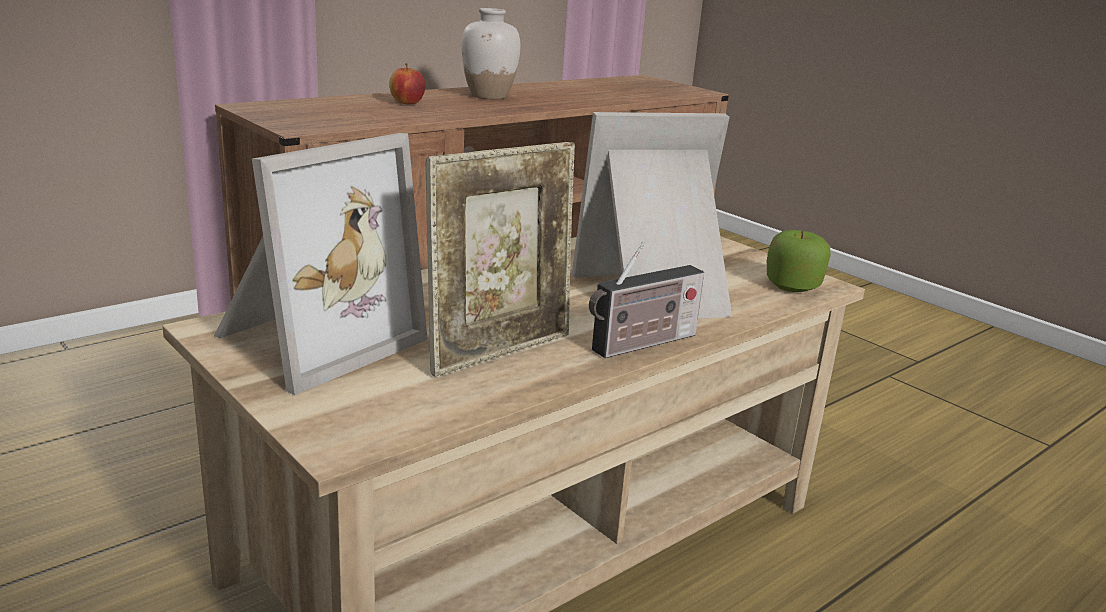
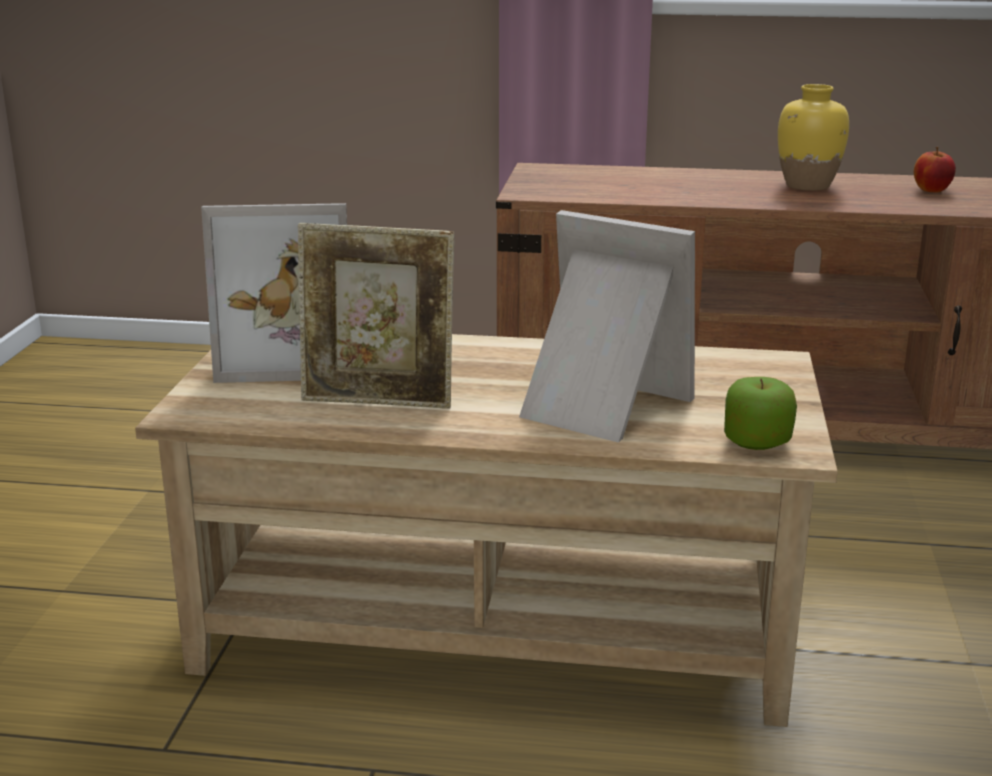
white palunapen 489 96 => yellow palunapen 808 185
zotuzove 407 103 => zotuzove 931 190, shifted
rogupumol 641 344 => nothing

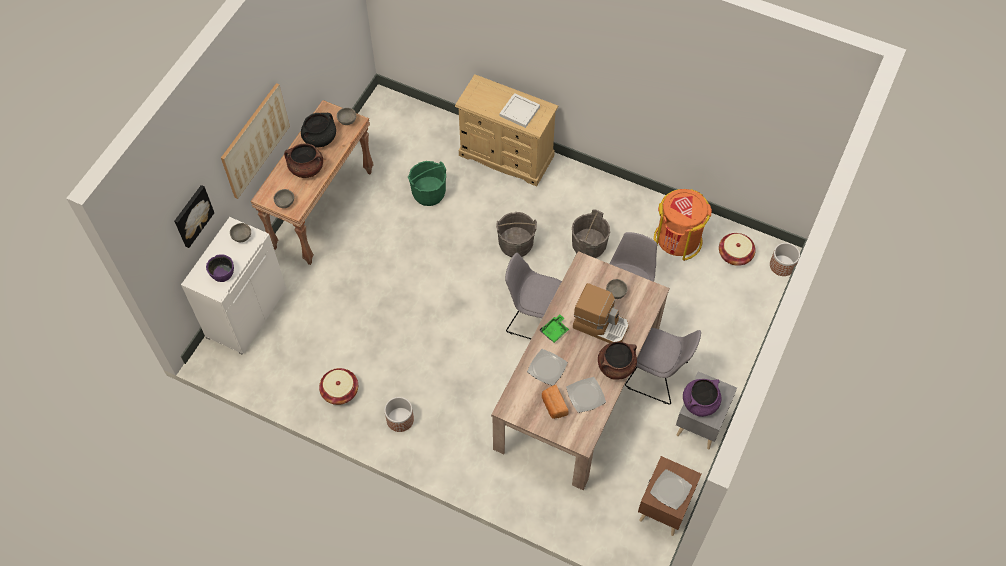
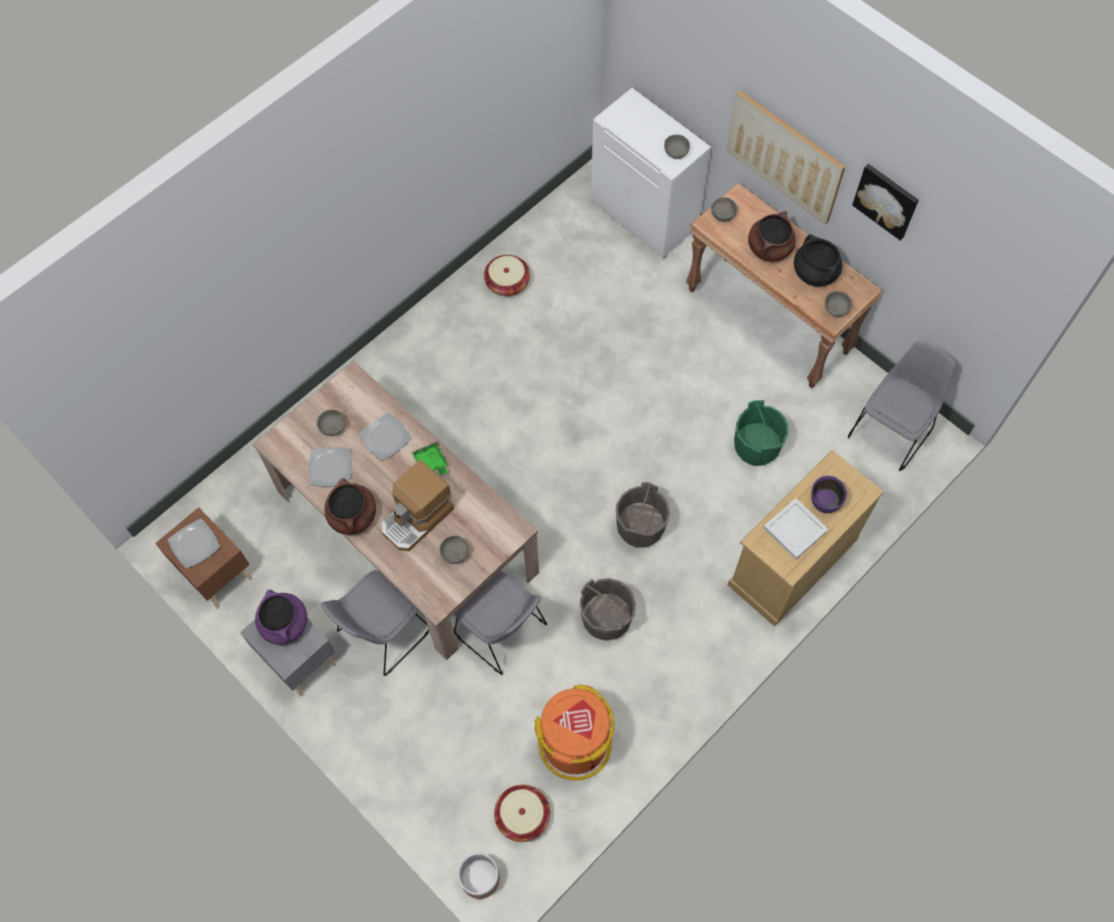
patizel 553 406 => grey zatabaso 333 428
purple zatabaso 223 274 => purple zatabaso 825 501, shifted
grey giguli 533 317 => grey giguli 891 430, shifted
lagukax 192 215 => lagukax 886 200, shifted
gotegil 400 419 => nothing

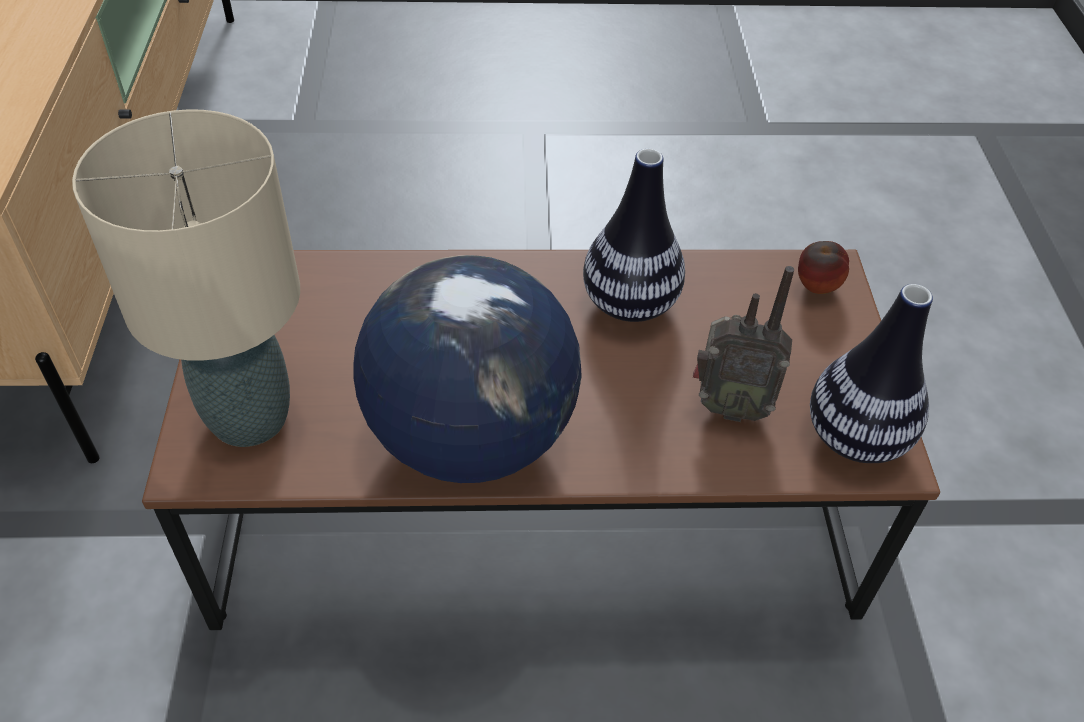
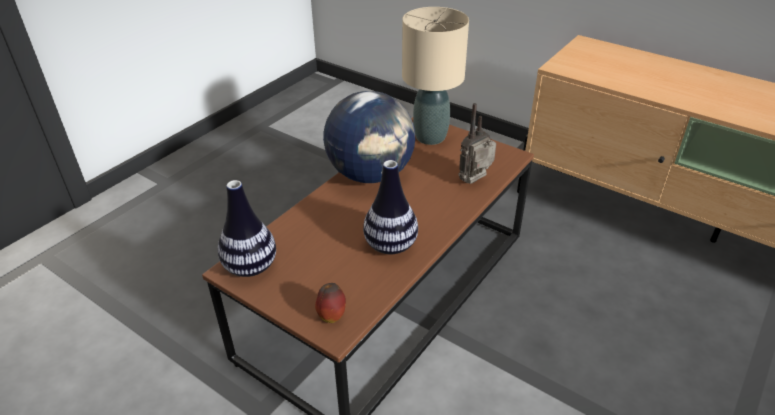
rogupumol 728 406 => rogupumol 476 182, shifted

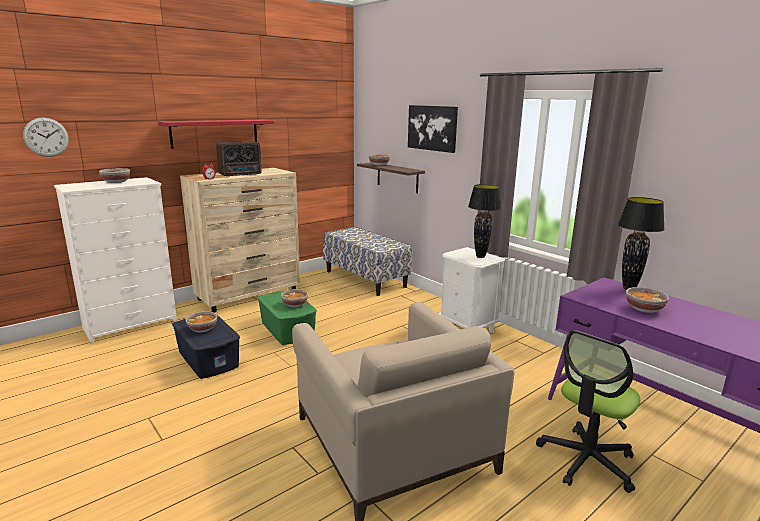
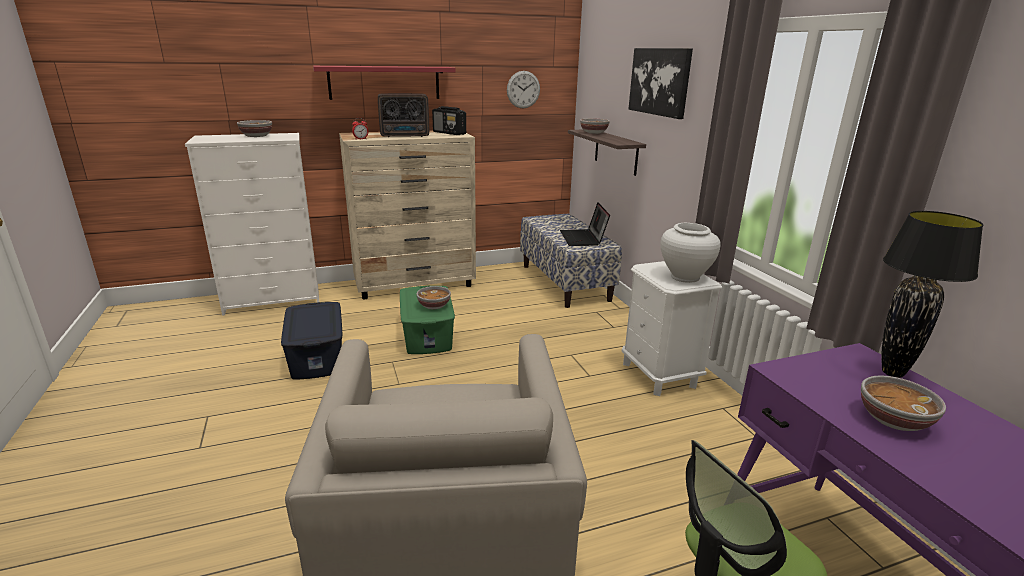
nothing => rogupumol 449 133
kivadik 46 137 => kivadik 523 89, shifted
nothing => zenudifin 583 238
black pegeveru 480 257 => white palunapen 685 277
zatabaso 203 329 => nothing

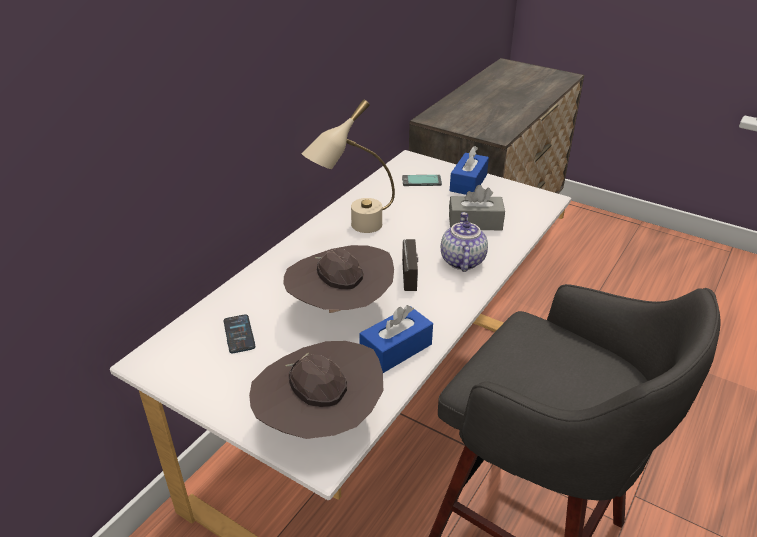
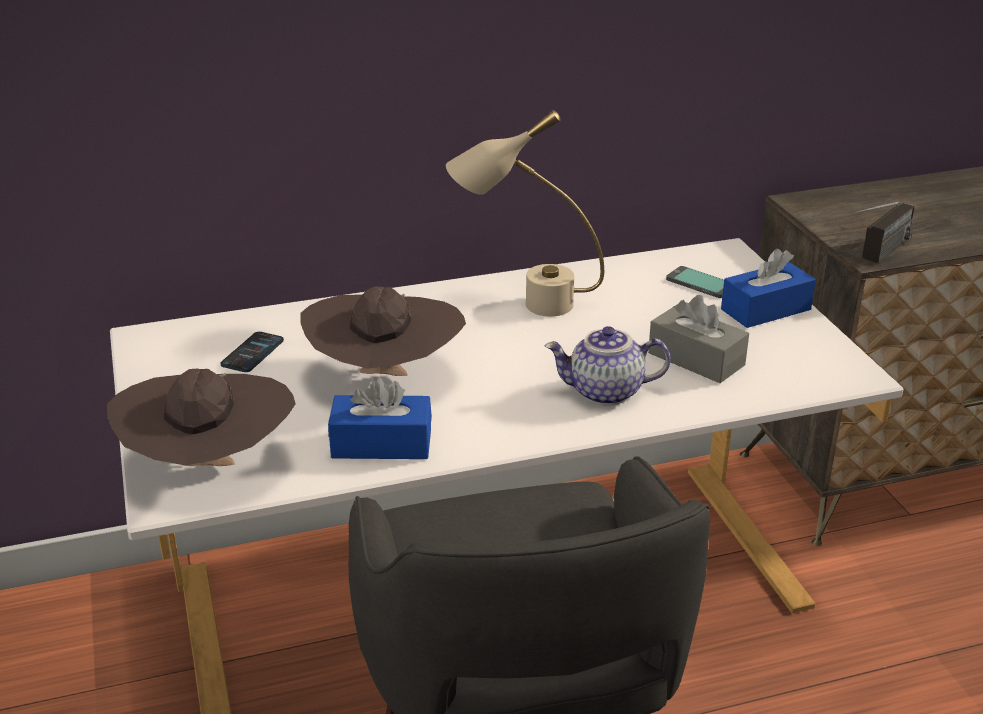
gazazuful 461 261 => gazazuful 605 393, 135 degrees counterclockwise
rogupumol 411 283 => rogupumol 879 255, shifted

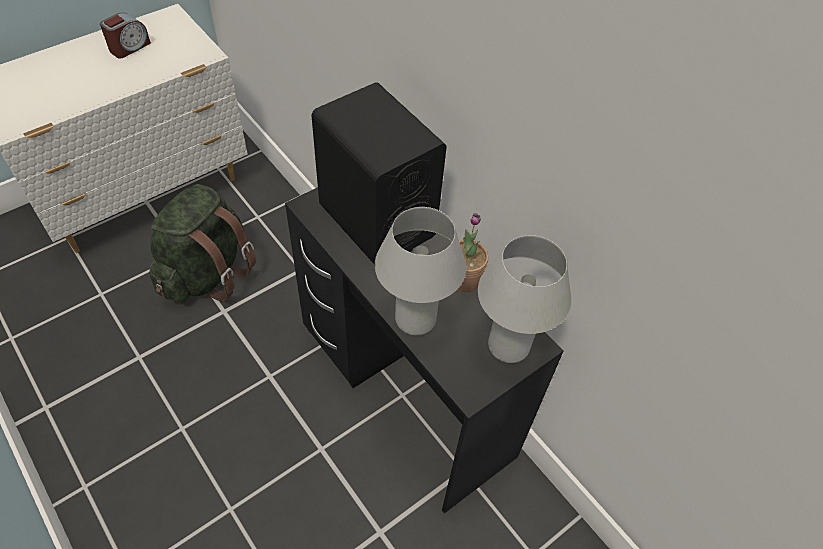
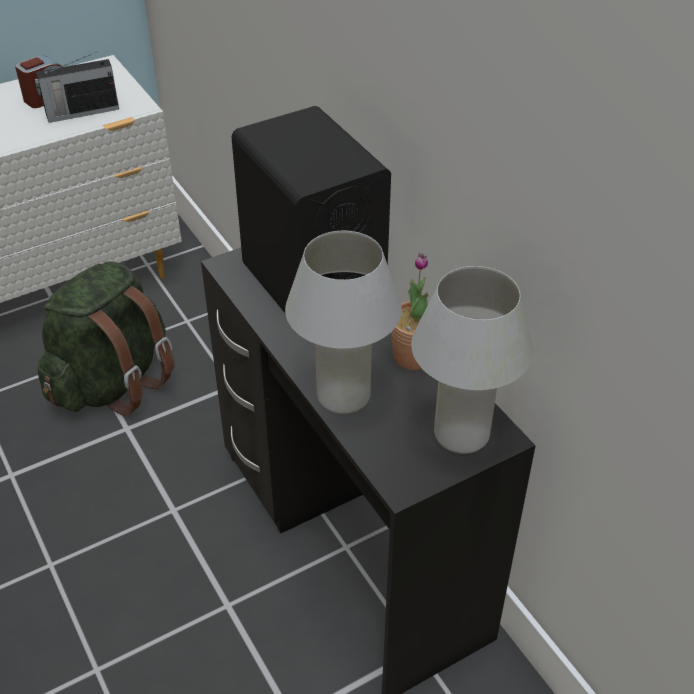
nothing => rogupumol 81 112

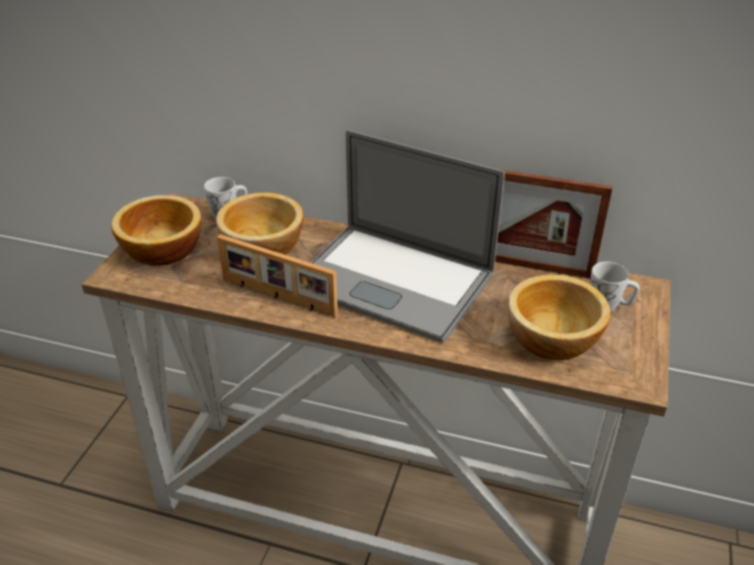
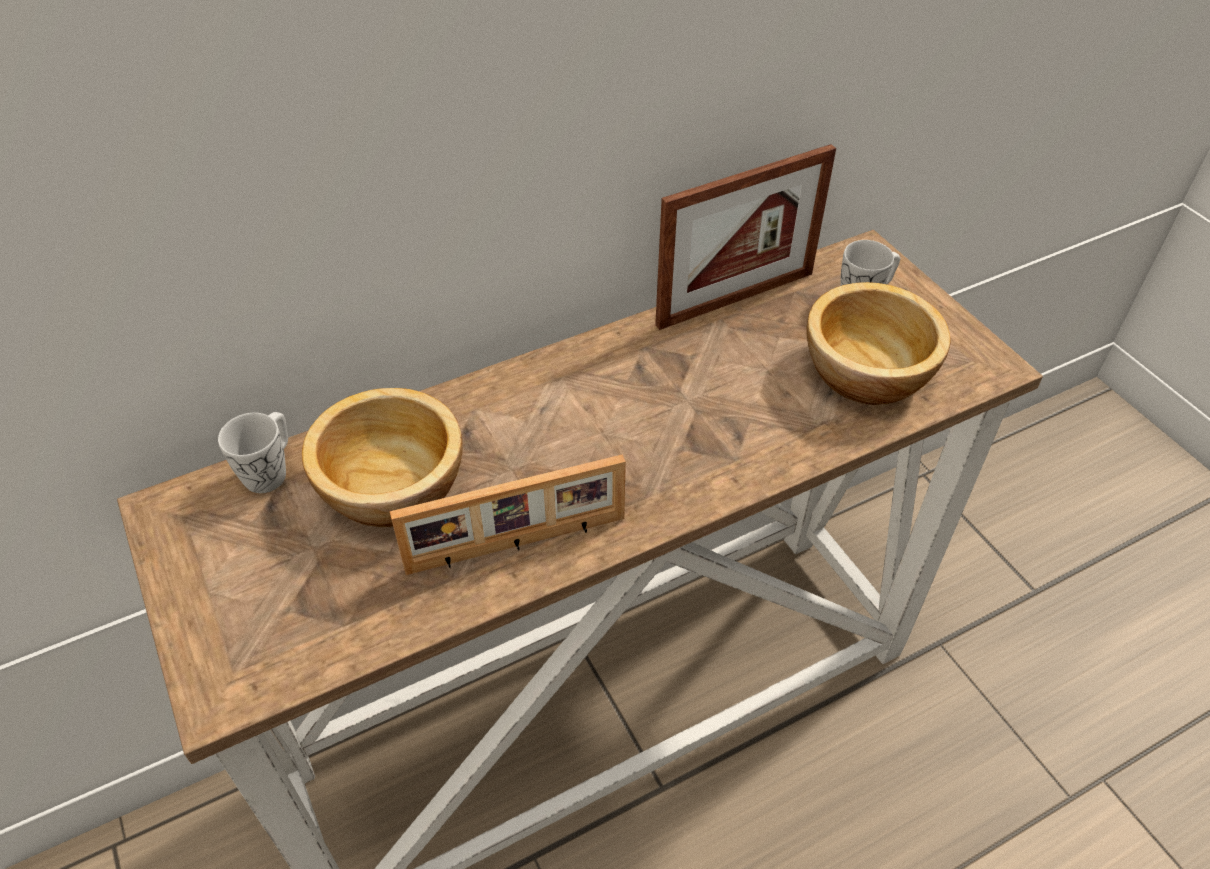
zatabaso 160 249 => nothing
zenudifin 393 281 => nothing

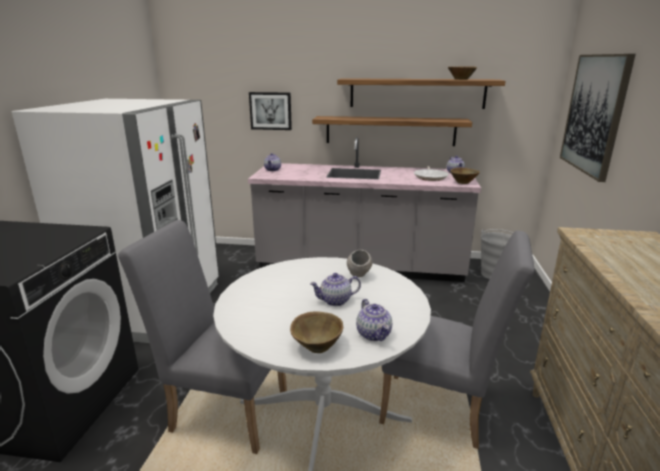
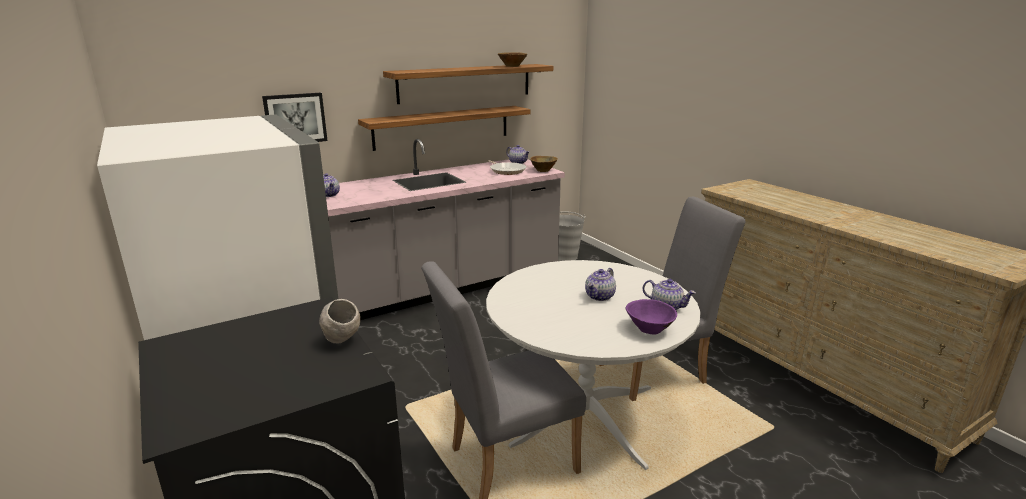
grey zatabaso 359 276 => grey zatabaso 342 341, shifted
brown zatabaso 317 345 => purple zatabaso 649 329
lagukax 594 114 => nothing

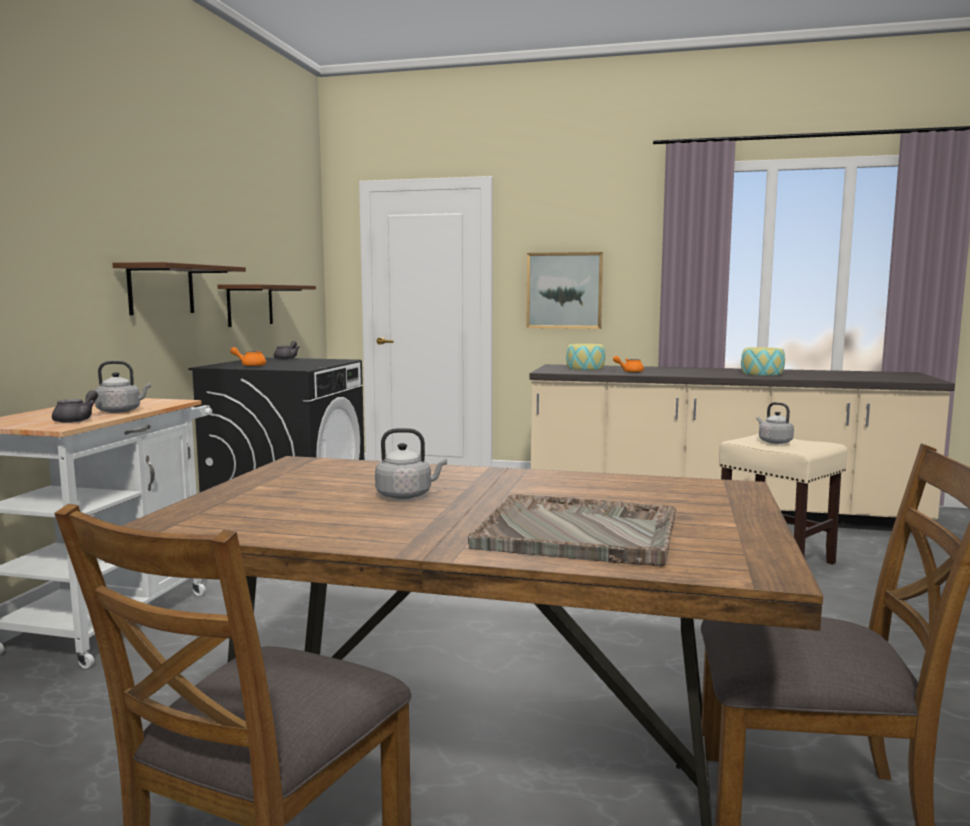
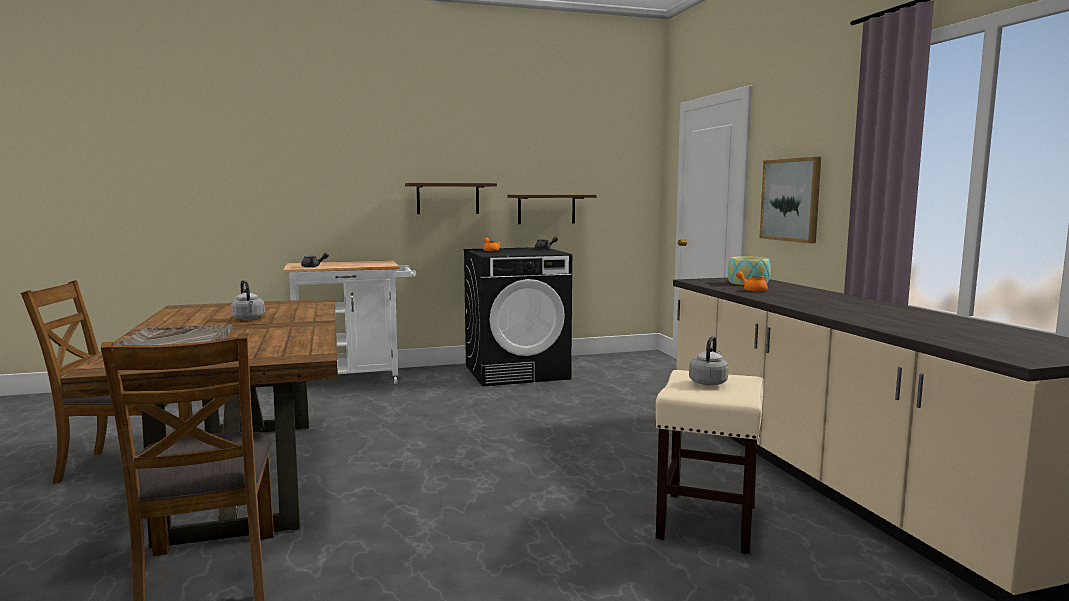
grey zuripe 121 411 => nothing
zatabaso 762 373 => nothing

